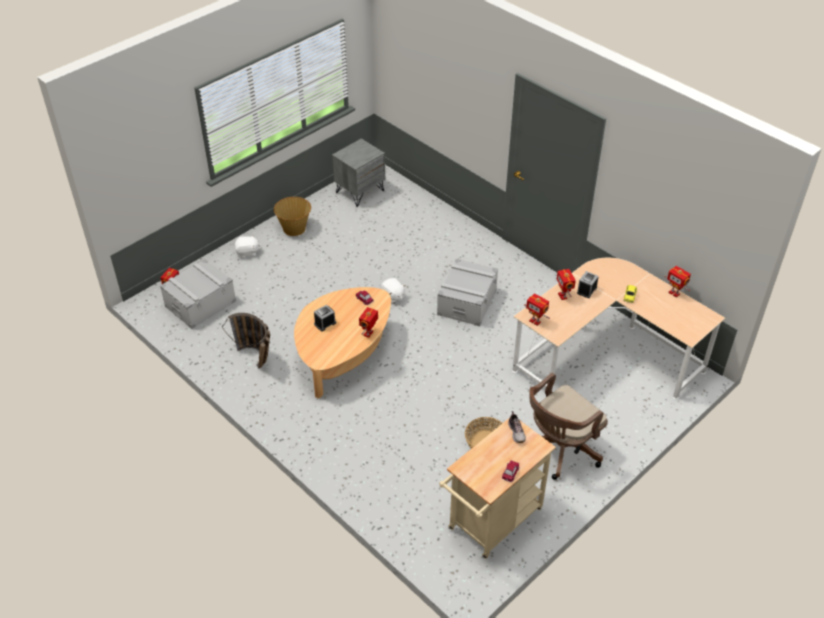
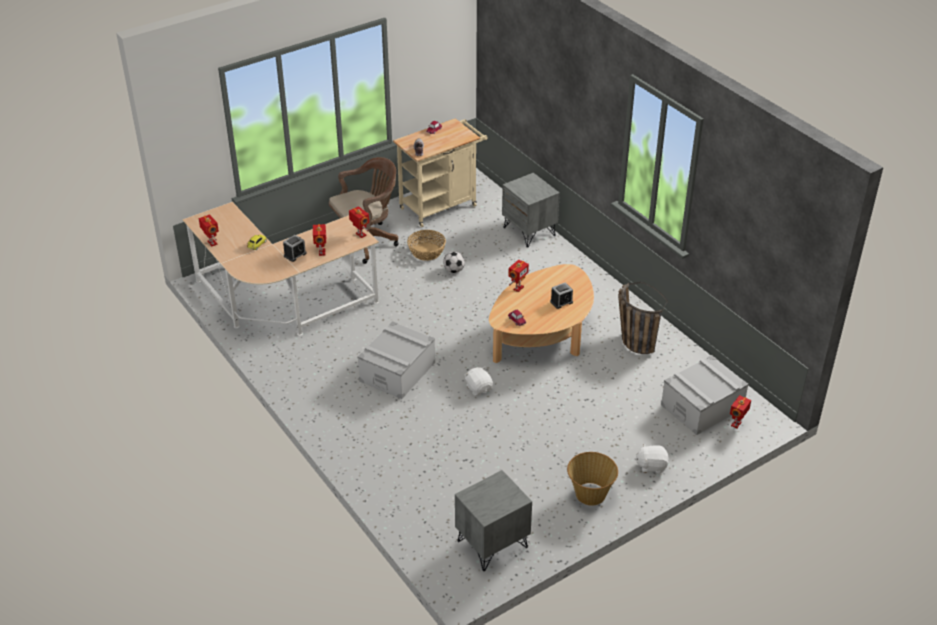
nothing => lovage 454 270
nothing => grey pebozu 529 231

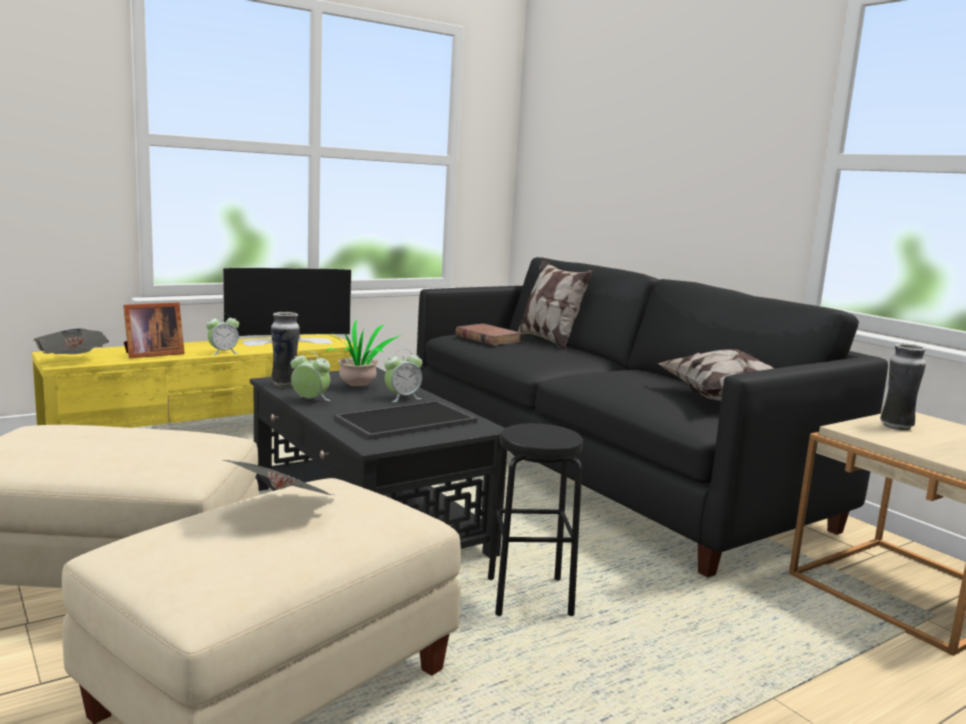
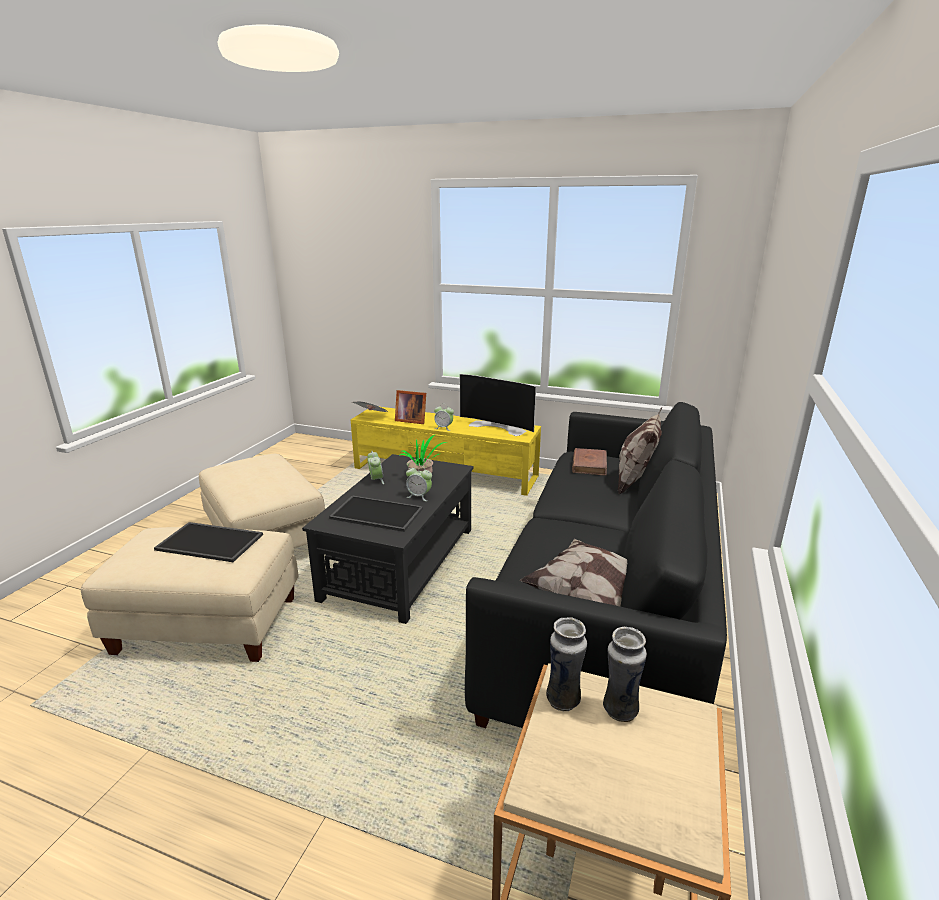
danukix 283 509 => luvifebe 211 541
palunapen 285 384 => palunapen 563 700, shifted
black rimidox 529 597 => nothing

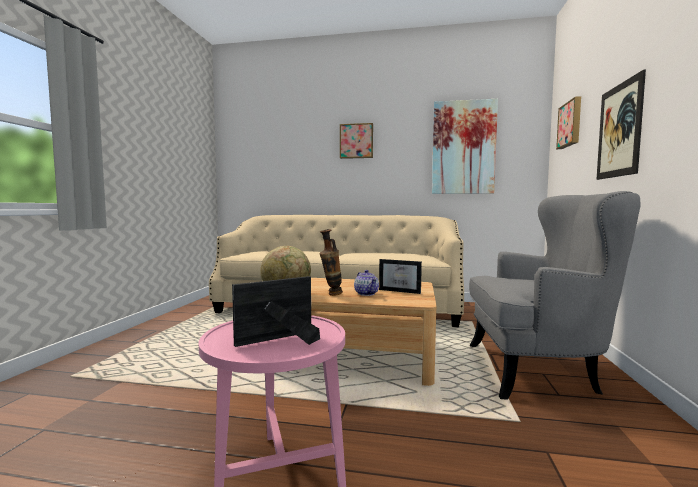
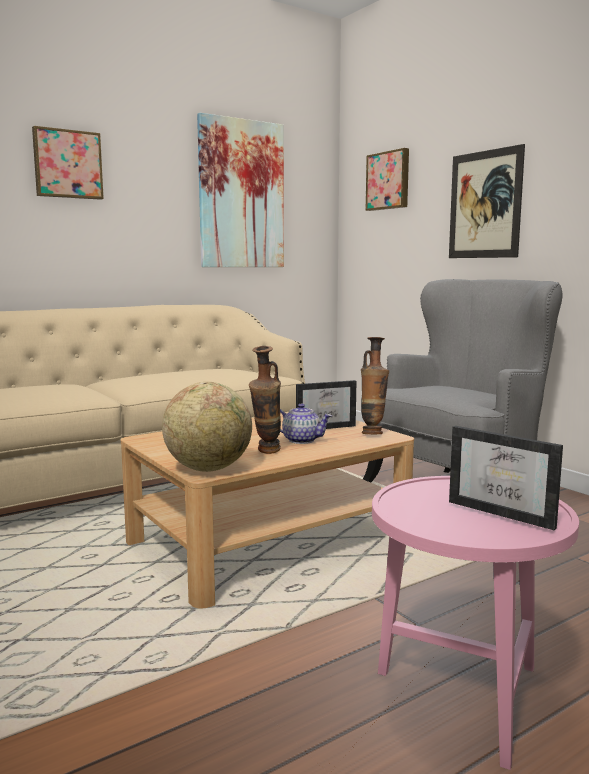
nothing => palunapen 373 433
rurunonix 276 341 => rurunonix 507 512, 60 degrees counterclockwise

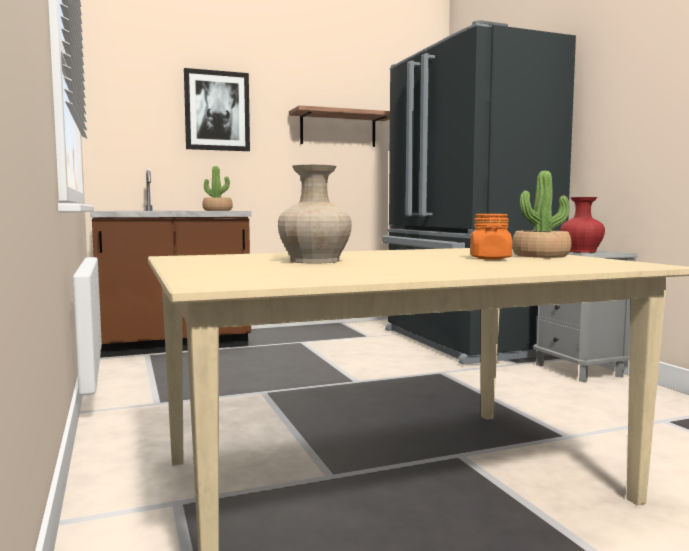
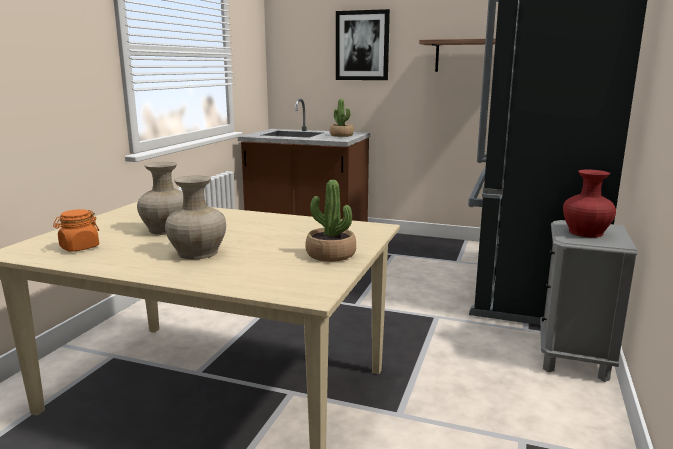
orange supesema 490 258 => orange supesema 79 247, shifted
nothing => beige palunapen 199 252

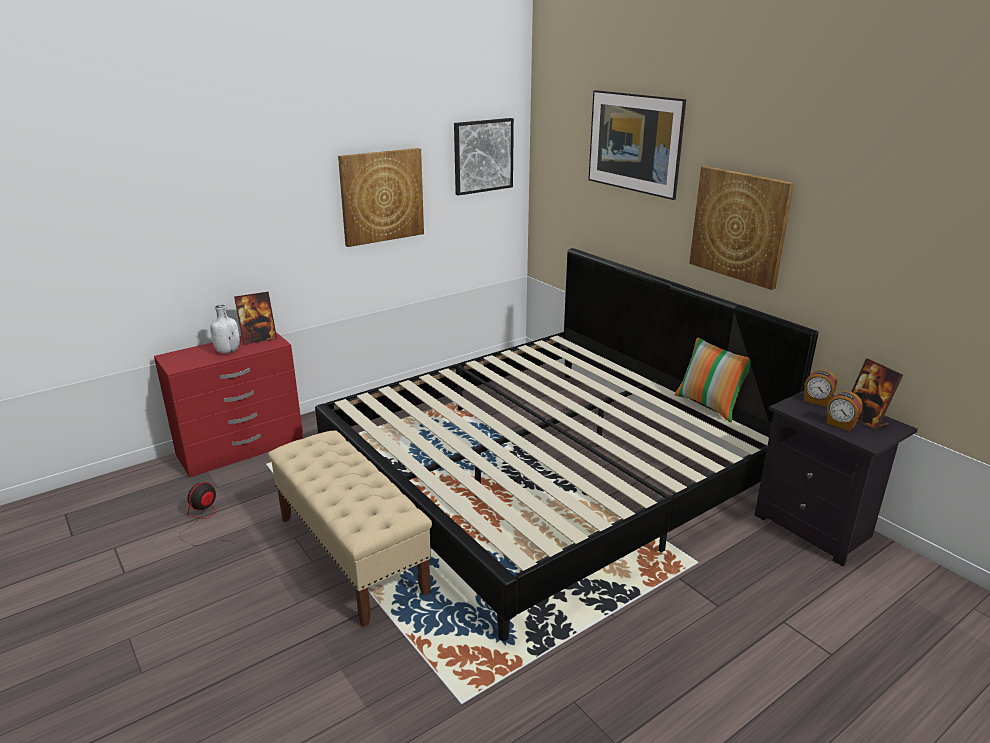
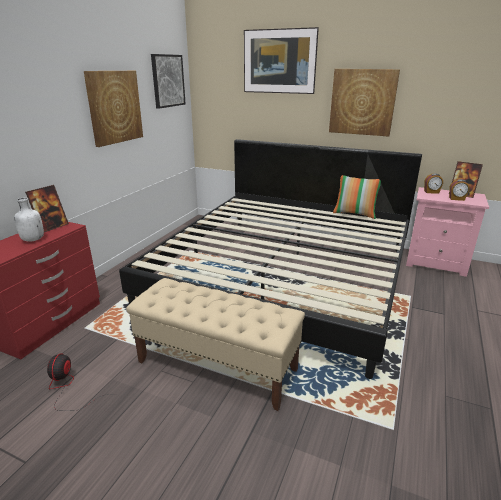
black pebozu 816 527 => pink pebozu 436 263

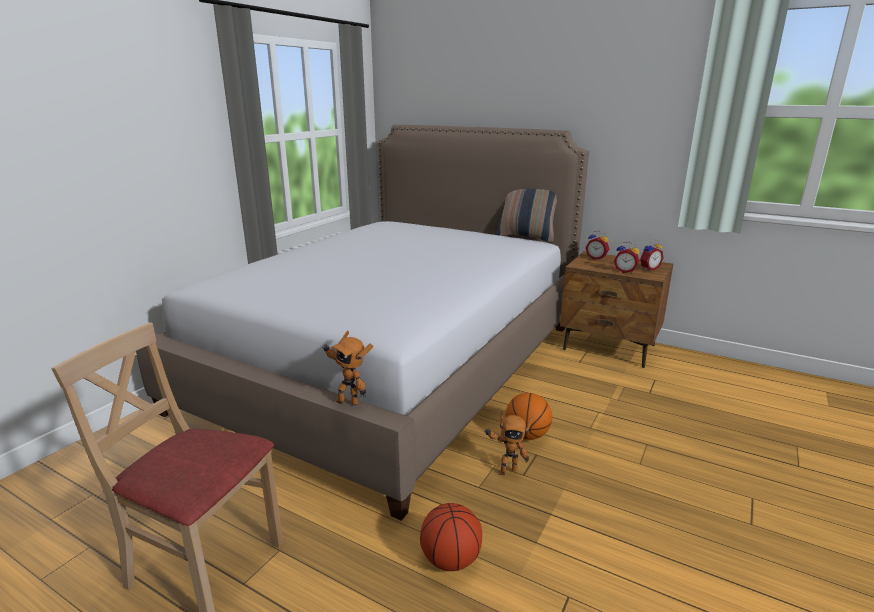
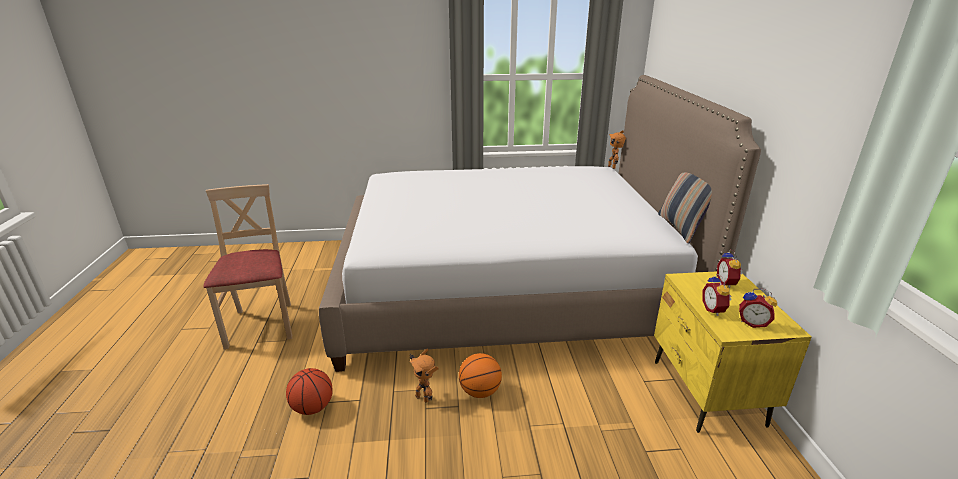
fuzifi 348 401 => fuzifi 612 167, shifted
brown pebozu 609 348 => yellow pebozu 707 393

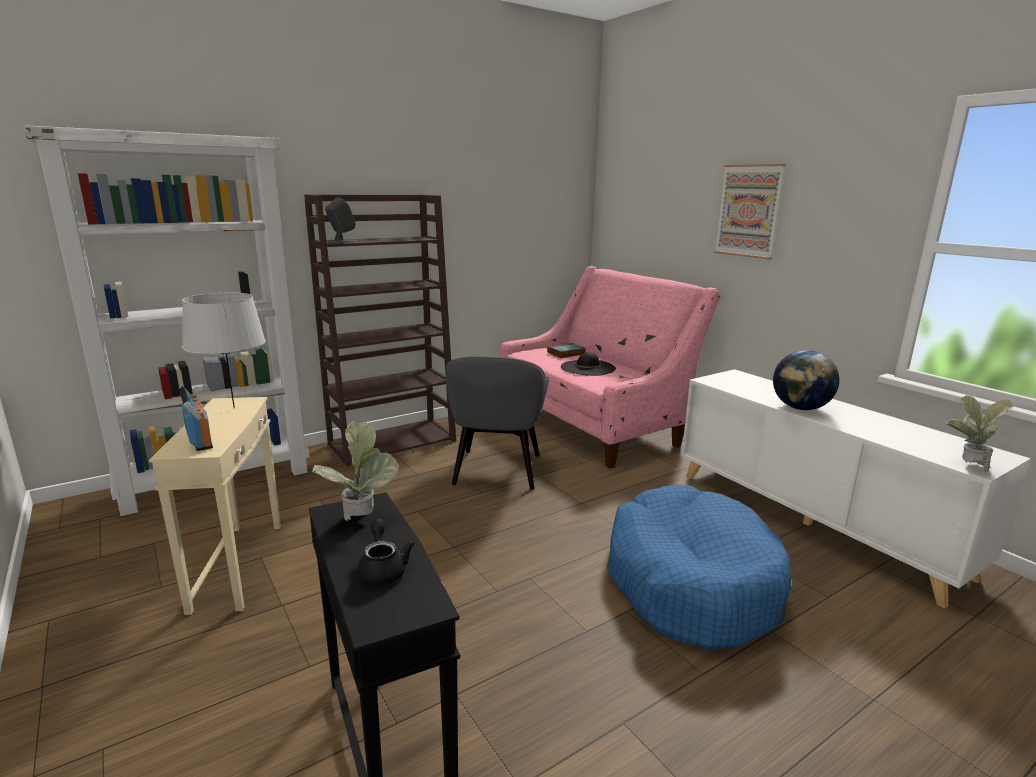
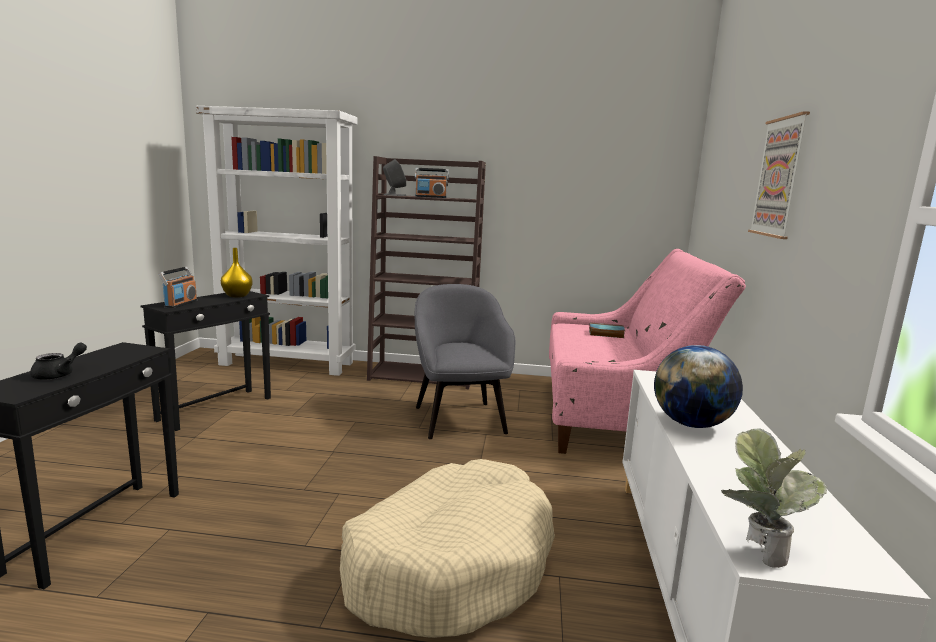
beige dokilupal 239 565 => black dokilupal 216 409
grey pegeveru 234 408 => yellow palunapen 238 296
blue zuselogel 690 582 => beige zuselogel 449 564
nothing => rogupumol 431 197
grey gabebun 497 470 => grey gabebun 459 418, 120 degrees clockwise
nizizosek 361 520 => nothing
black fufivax 588 368 => nothing

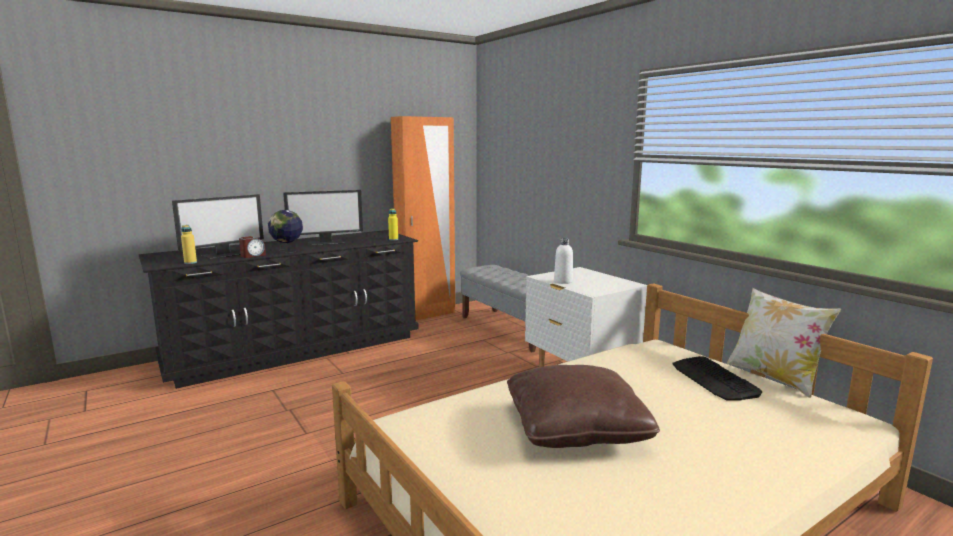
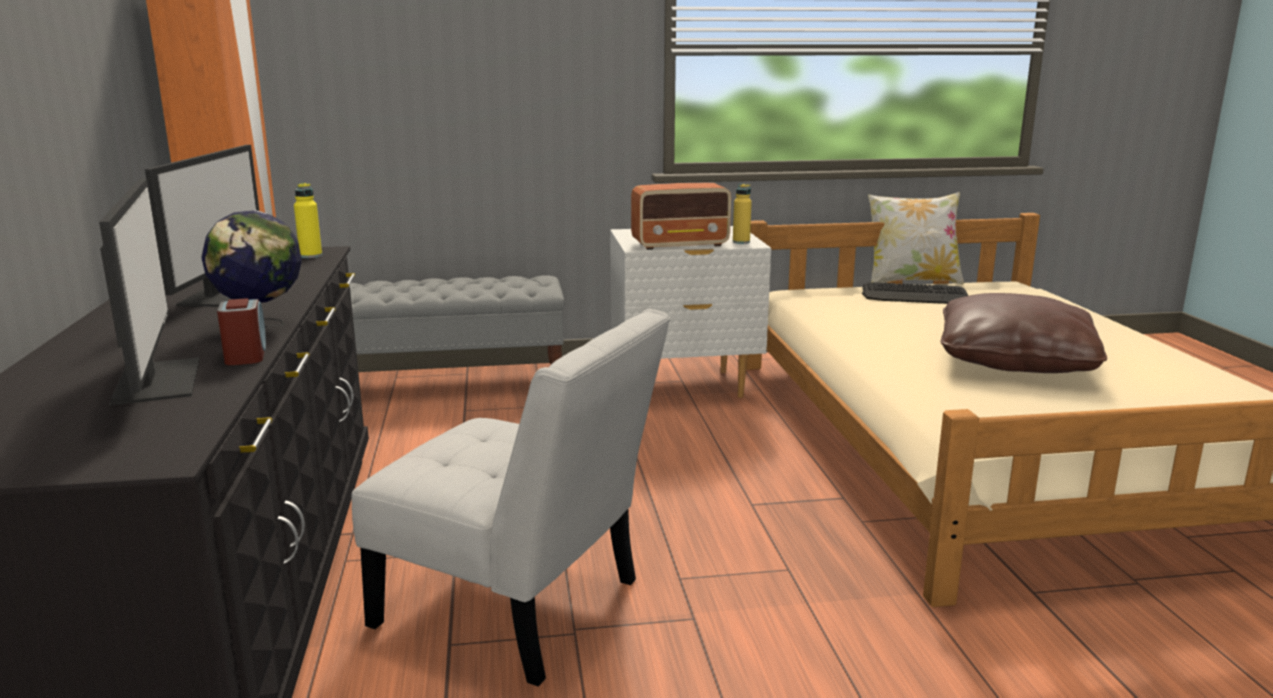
nothing => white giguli 519 609
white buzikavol 563 281 => rogupumol 681 244
yellow buzikavol 190 262 => yellow buzikavol 741 242, shifted

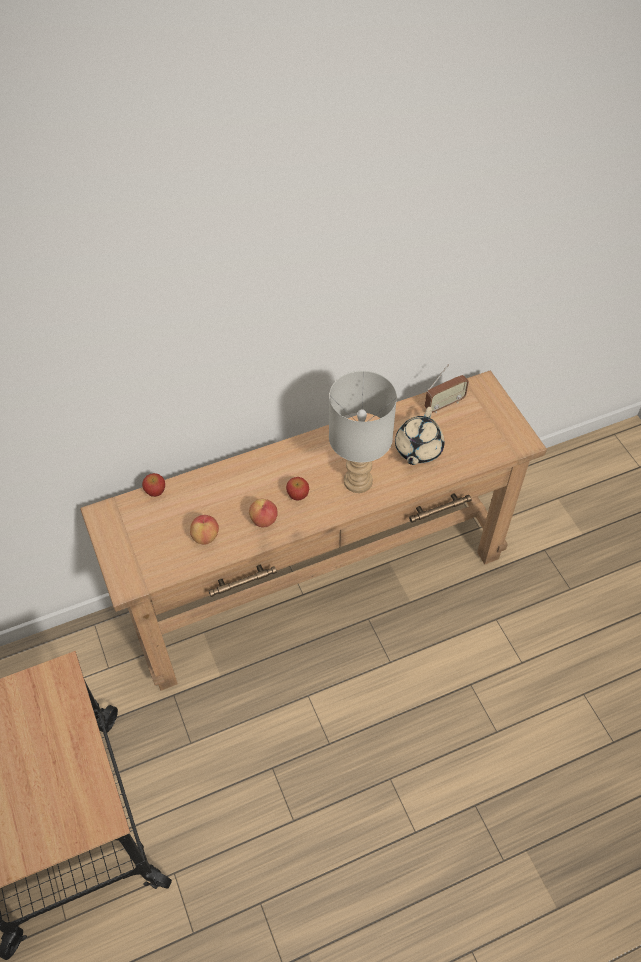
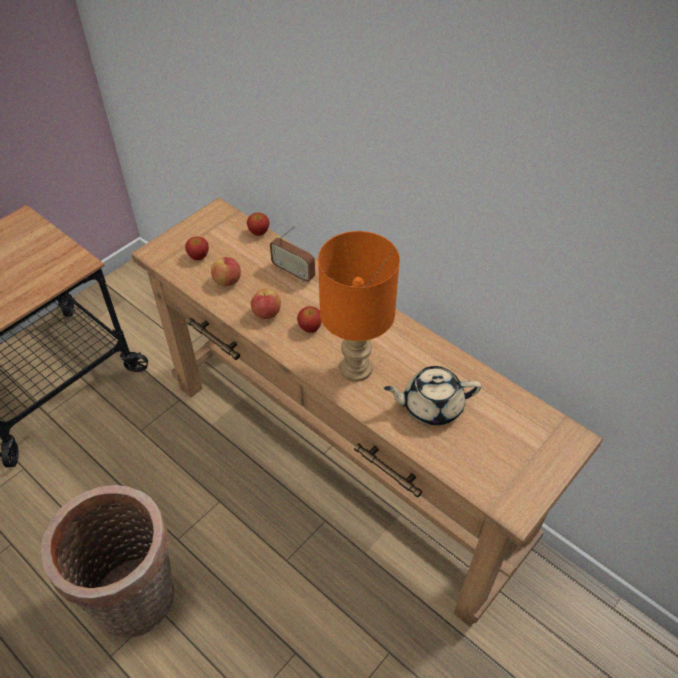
nothing => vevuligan 137 601
nothing => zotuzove 198 256
rogupumol 444 404 => rogupumol 293 272, shifted
grey pegeveru 358 480 => orange pegeveru 357 368

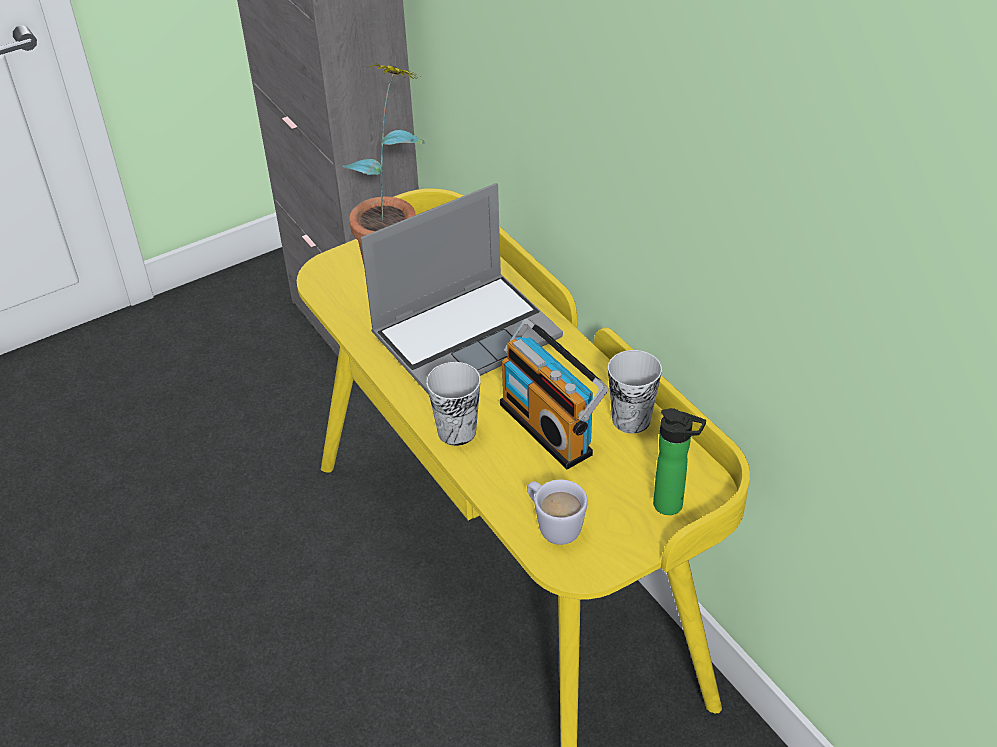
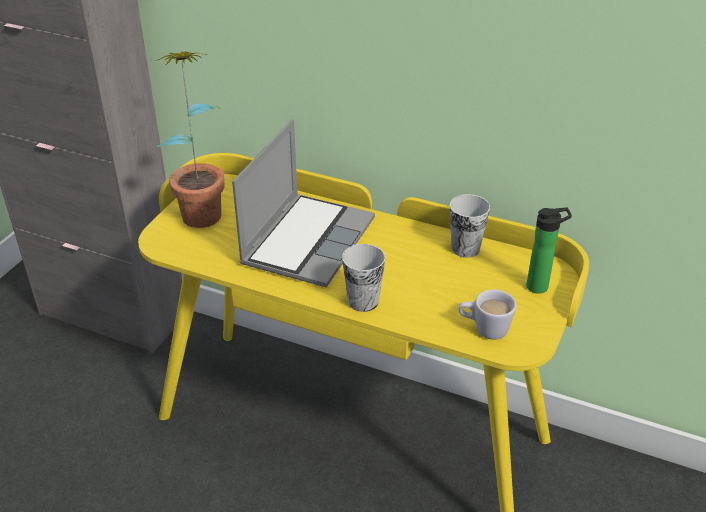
rogupumol 550 427 => nothing

